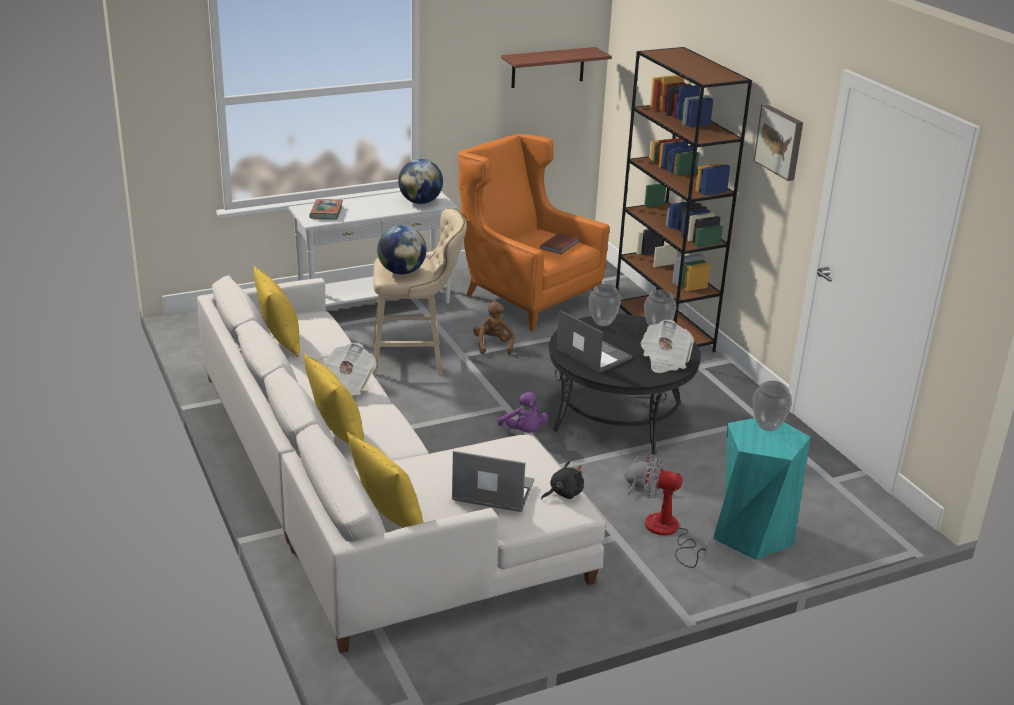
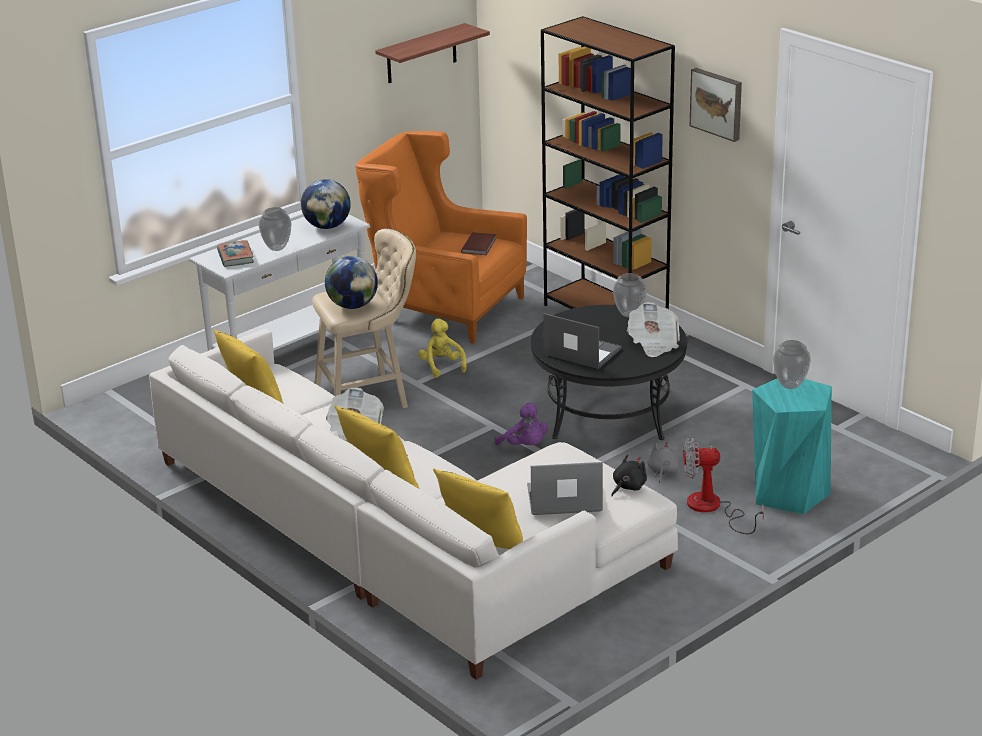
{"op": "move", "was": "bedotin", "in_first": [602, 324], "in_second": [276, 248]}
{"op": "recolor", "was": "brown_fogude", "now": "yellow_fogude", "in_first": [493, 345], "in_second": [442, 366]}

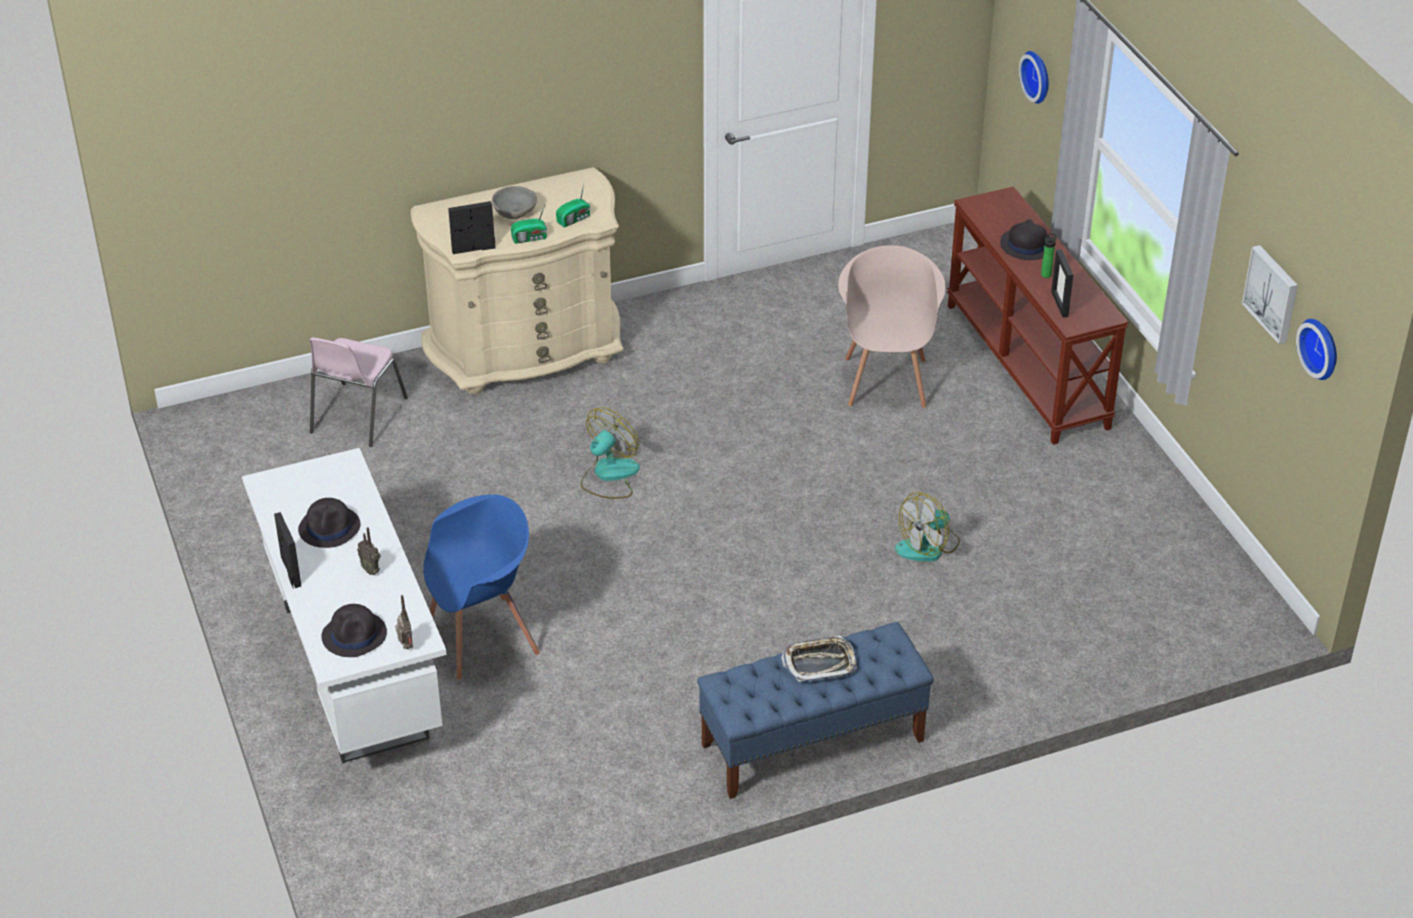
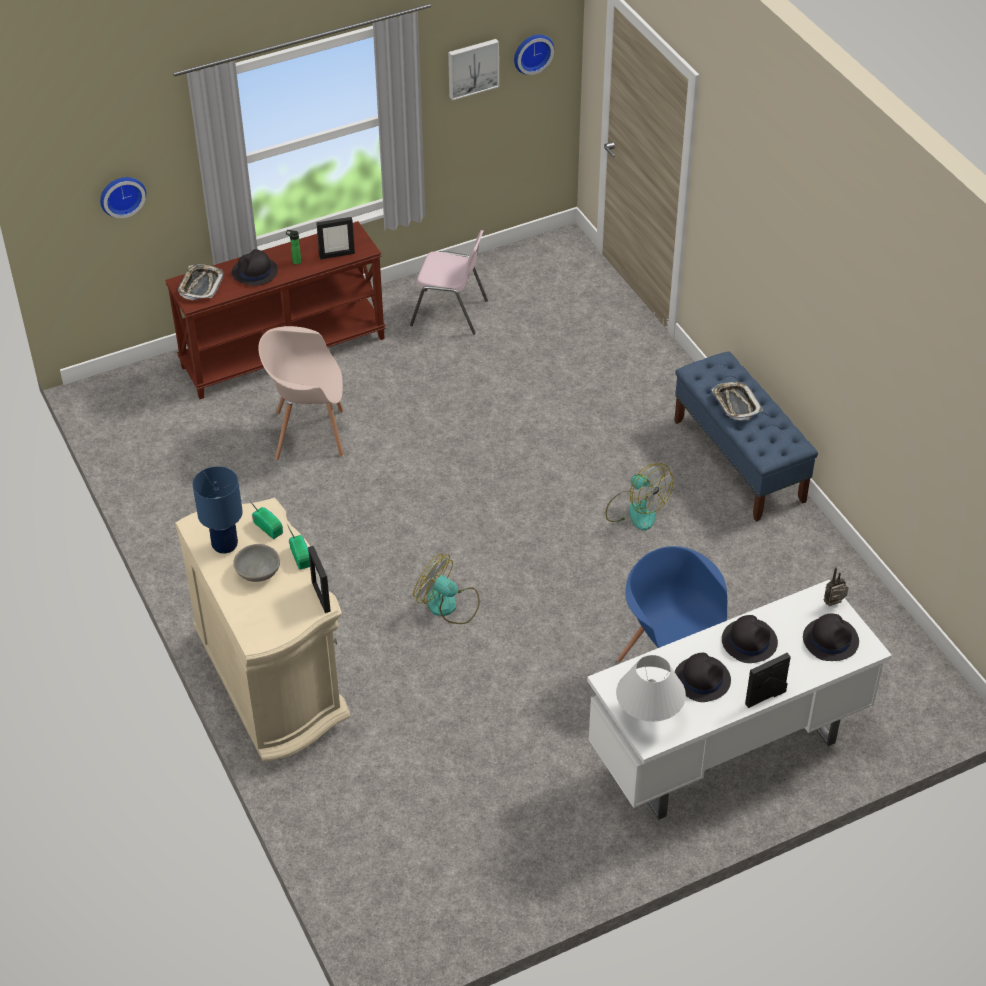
{"op": "move", "was": "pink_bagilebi", "in_first": [356, 416], "in_second": [450, 313]}
{"op": "move", "was": "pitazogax", "in_first": [928, 546], "in_second": [636, 510]}
{"op": "replace", "was": "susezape", "now": "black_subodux", "in_first": [371, 570], "in_second": [749, 641]}
{"op": "insert", "now": "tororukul", "in_second": [201, 285]}
{"op": "insert", "now": "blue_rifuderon", "in_second": [224, 546]}
{"op": "insert", "now": "white_rifuderon", "in_second": [648, 716]}

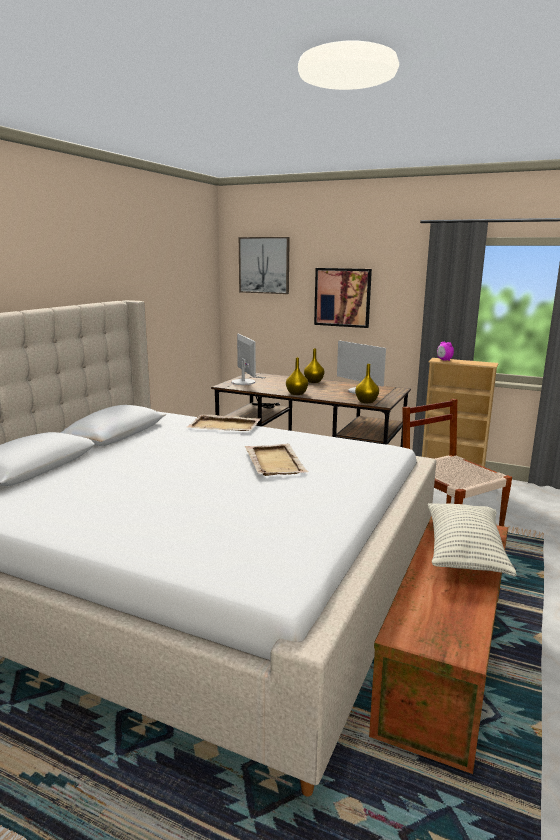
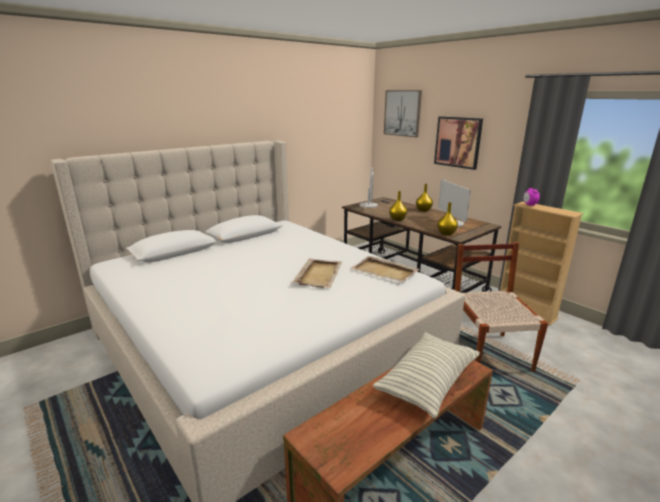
{"op": "move", "was": "beige_tororukul", "in_first": [225, 426], "in_second": [385, 271]}

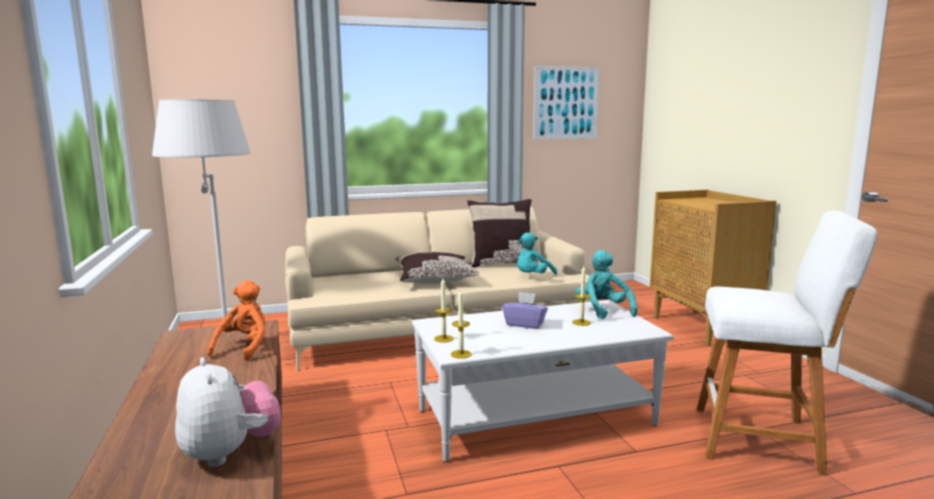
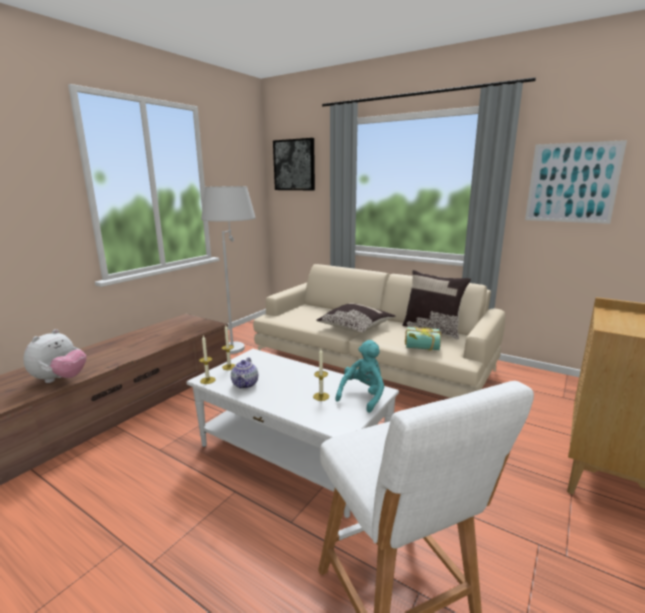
{"op": "replace", "was": "turquoise_fogude", "now": "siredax", "in_first": [532, 277], "in_second": [422, 348]}
{"op": "delete", "was": "orange_fogude", "in_first": [244, 347]}
{"op": "delete", "was": "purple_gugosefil", "in_first": [525, 324]}
{"op": "insert", "now": "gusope", "in_second": [294, 165]}
{"op": "insert", "now": "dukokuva", "in_second": [245, 384]}

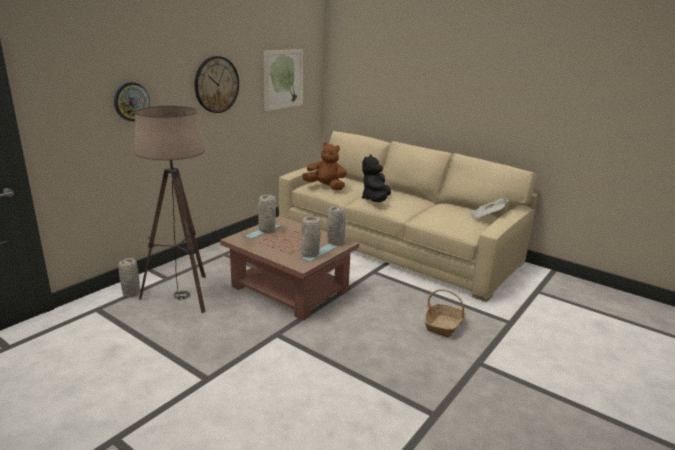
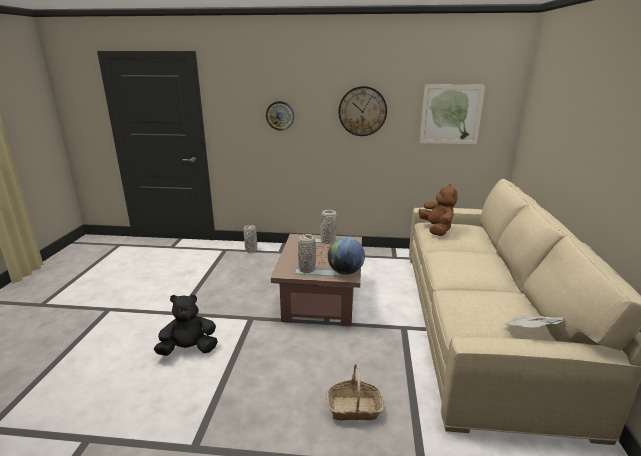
{"op": "delete", "was": "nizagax", "in_first": [183, 295]}
{"op": "move", "was": "black_fogude", "in_first": [375, 200], "in_second": [189, 349]}
{"op": "replace", "was": "grey_bedotin", "now": "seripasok", "in_first": [336, 241], "in_second": [345, 272]}

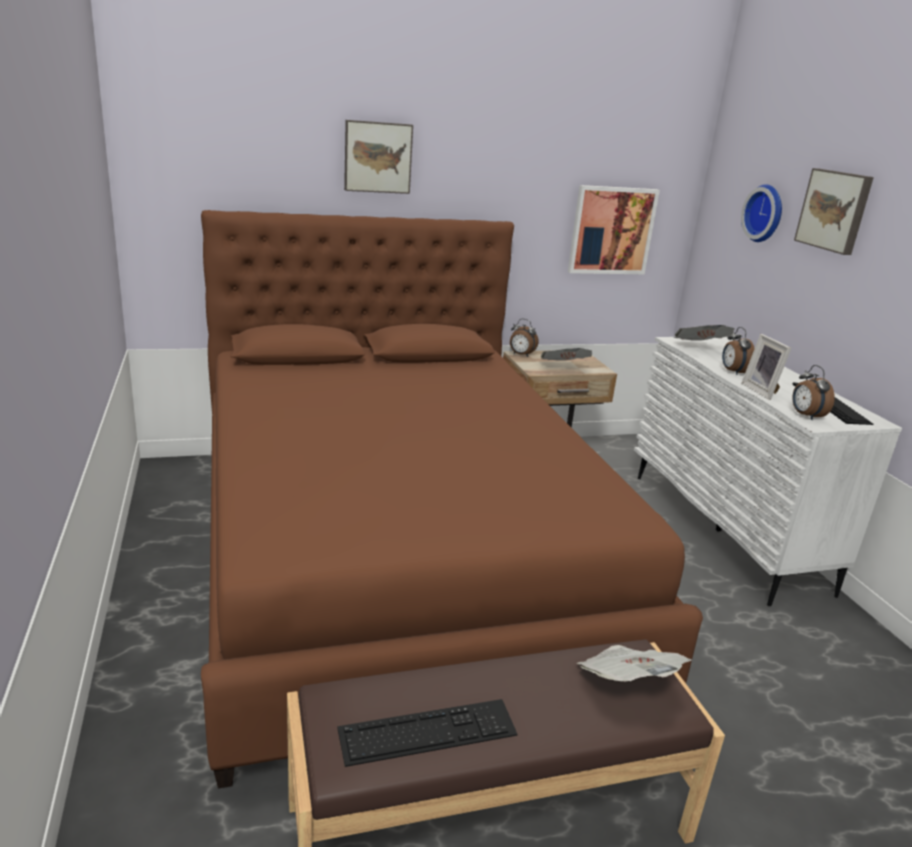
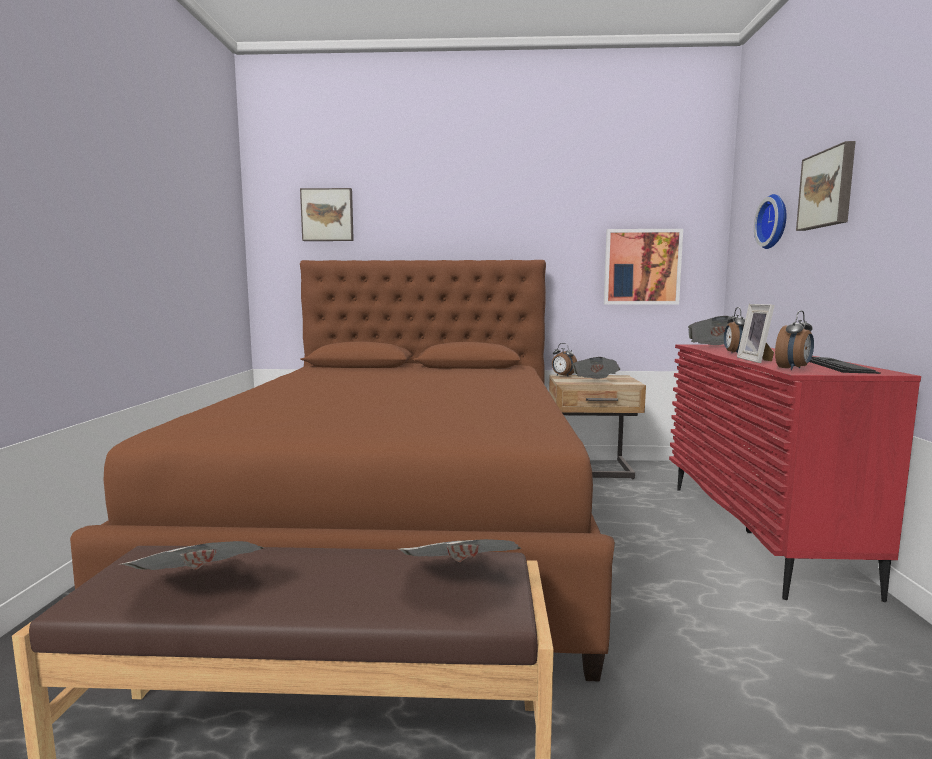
{"op": "move", "was": "gusope", "in_first": [377, 157], "in_second": [327, 215]}
{"op": "recolor", "was": "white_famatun", "now": "red_famatun", "in_first": [723, 531], "in_second": [755, 533]}
{"op": "rotate", "was": "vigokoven", "in_first": [805, 416], "in_second": [793, 369], "clockwise": -135}
{"op": "replace", "was": "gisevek", "now": "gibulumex", "in_first": [428, 732], "in_second": [199, 589]}

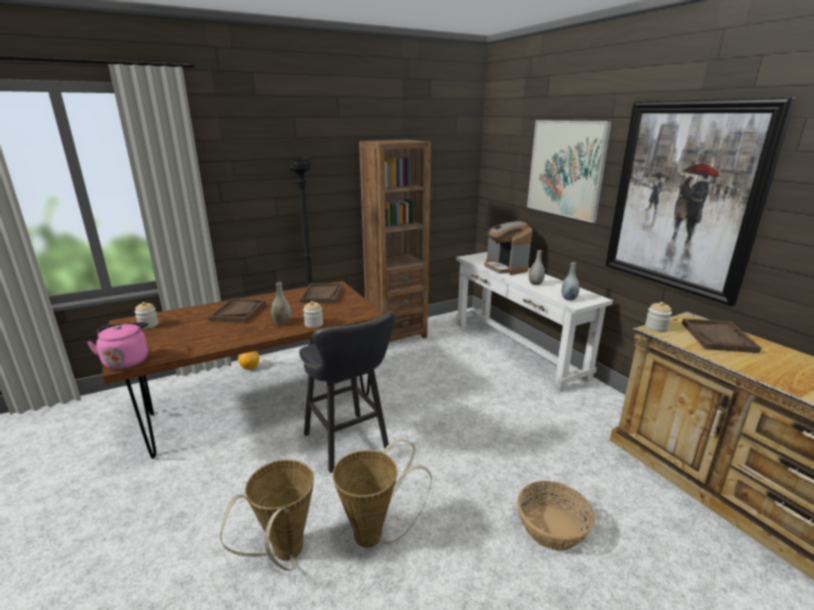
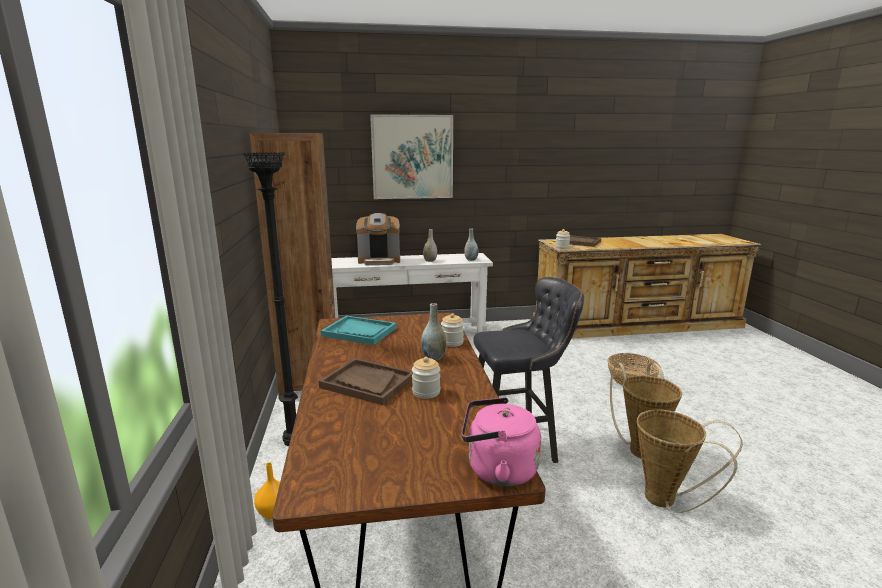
{"op": "delete", "was": "gusope", "in_first": [684, 198]}
{"op": "recolor", "was": "brown_tororukul", "now": "turquoise_tororukul", "in_first": [322, 295], "in_second": [359, 332]}
{"op": "move", "was": "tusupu", "in_first": [148, 325], "in_second": [426, 392]}

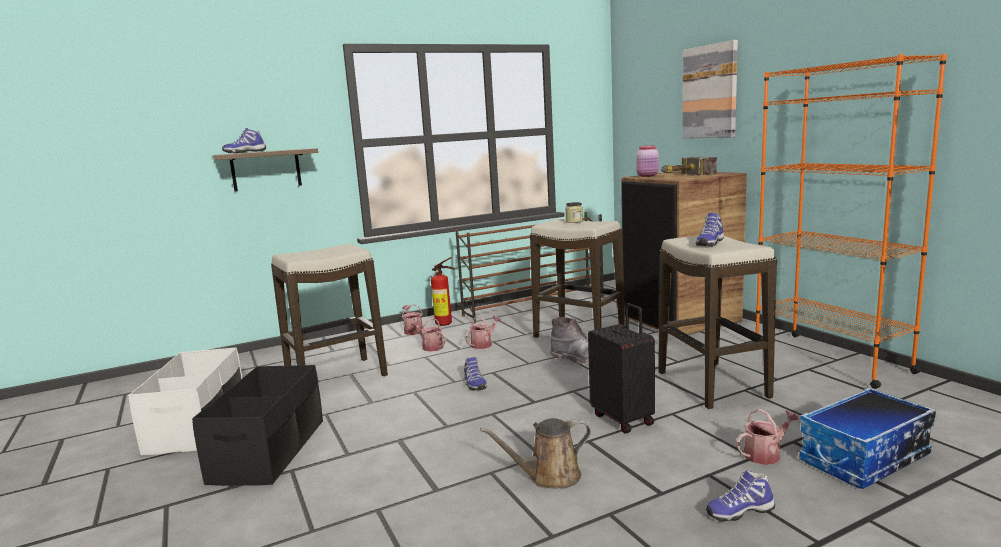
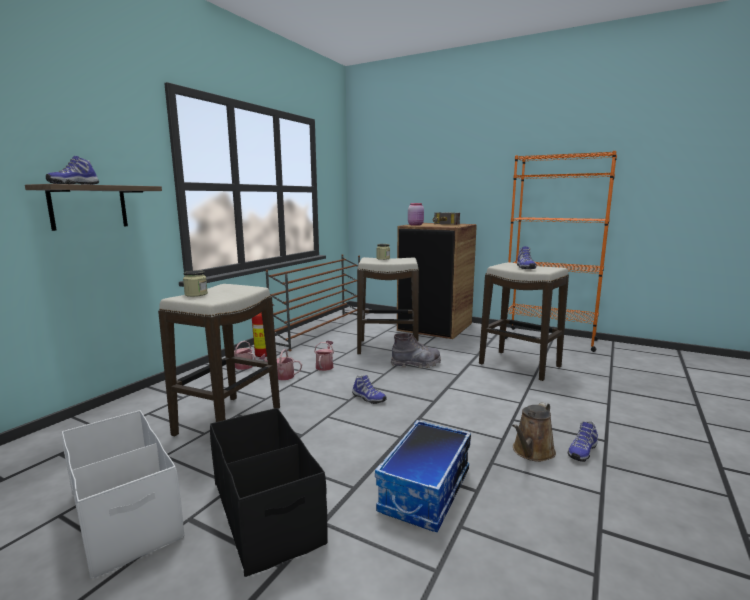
{"op": "delete", "was": "gusope", "in_first": [710, 92]}
{"op": "delete", "was": "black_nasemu", "in_first": [623, 419]}
{"op": "move", "was": "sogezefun", "in_first": [865, 459], "in_second": [426, 491]}
{"op": "delete", "was": "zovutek", "in_first": [765, 454]}
{"op": "move", "was": "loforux", "in_first": [739, 511], "in_second": [581, 451]}
{"op": "insert", "now": "tusupu", "in_second": [196, 294]}

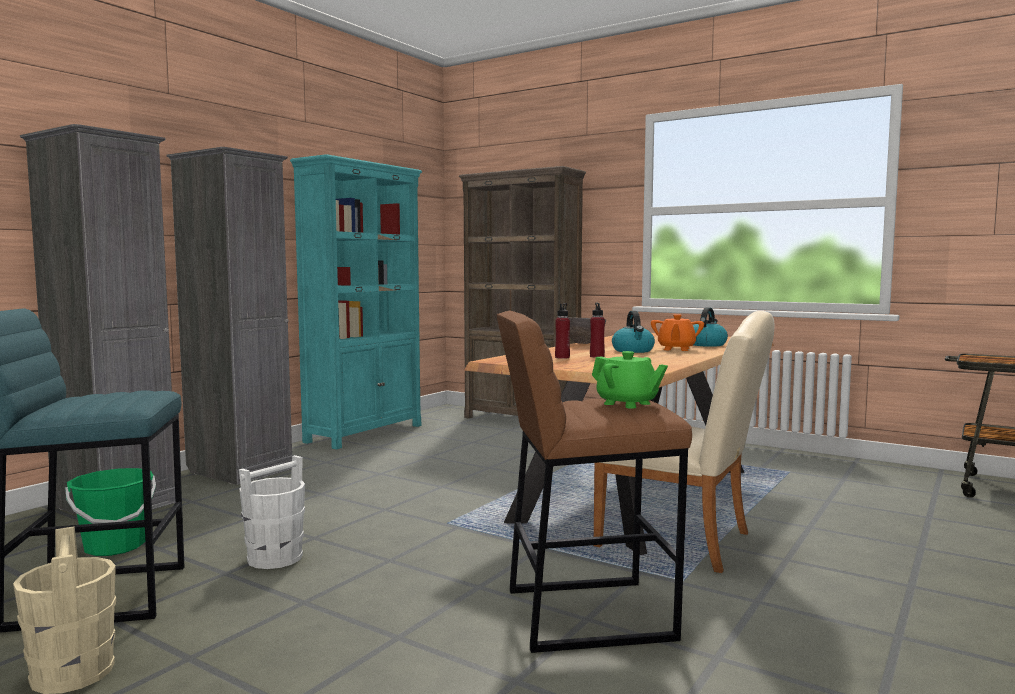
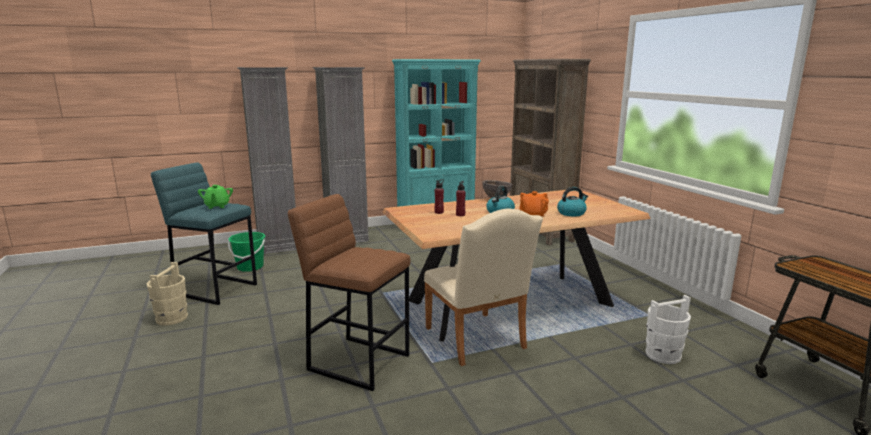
{"op": "move", "was": "green_dukokuva", "in_first": [627, 404], "in_second": [217, 206]}
{"op": "move", "was": "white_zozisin", "in_first": [275, 558], "in_second": [663, 355]}

